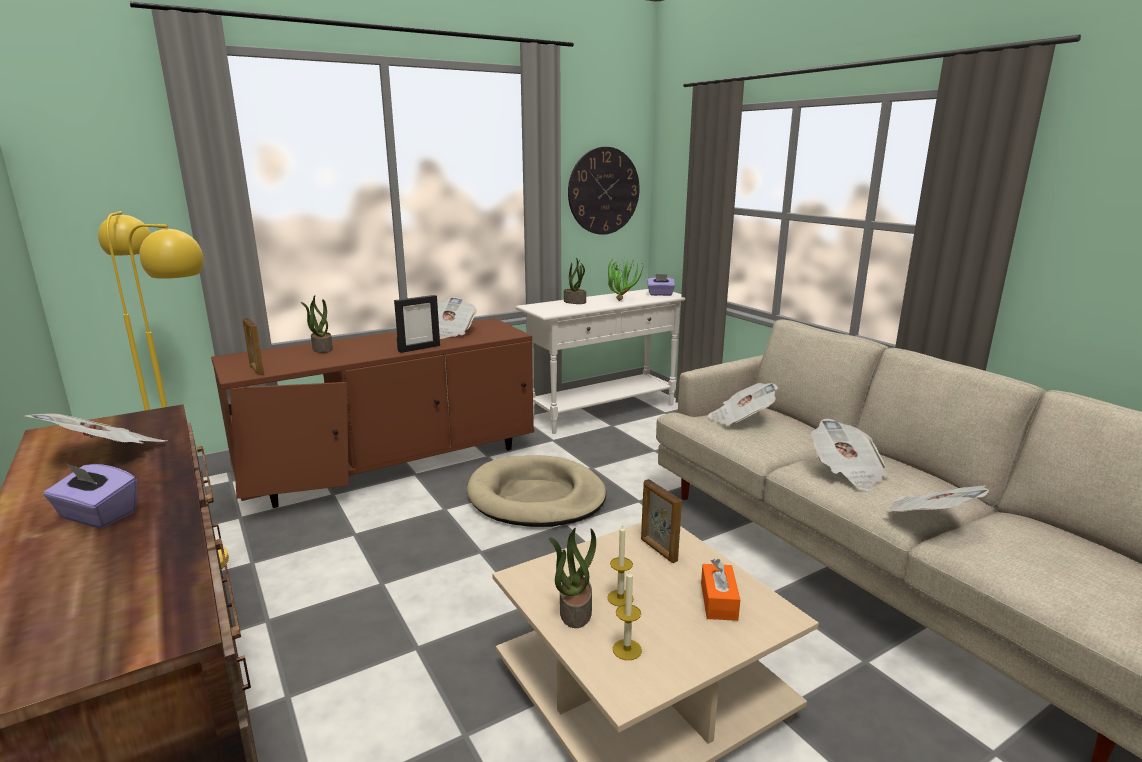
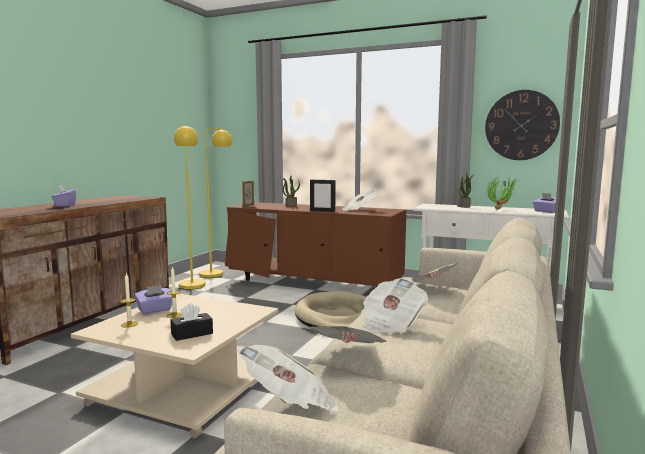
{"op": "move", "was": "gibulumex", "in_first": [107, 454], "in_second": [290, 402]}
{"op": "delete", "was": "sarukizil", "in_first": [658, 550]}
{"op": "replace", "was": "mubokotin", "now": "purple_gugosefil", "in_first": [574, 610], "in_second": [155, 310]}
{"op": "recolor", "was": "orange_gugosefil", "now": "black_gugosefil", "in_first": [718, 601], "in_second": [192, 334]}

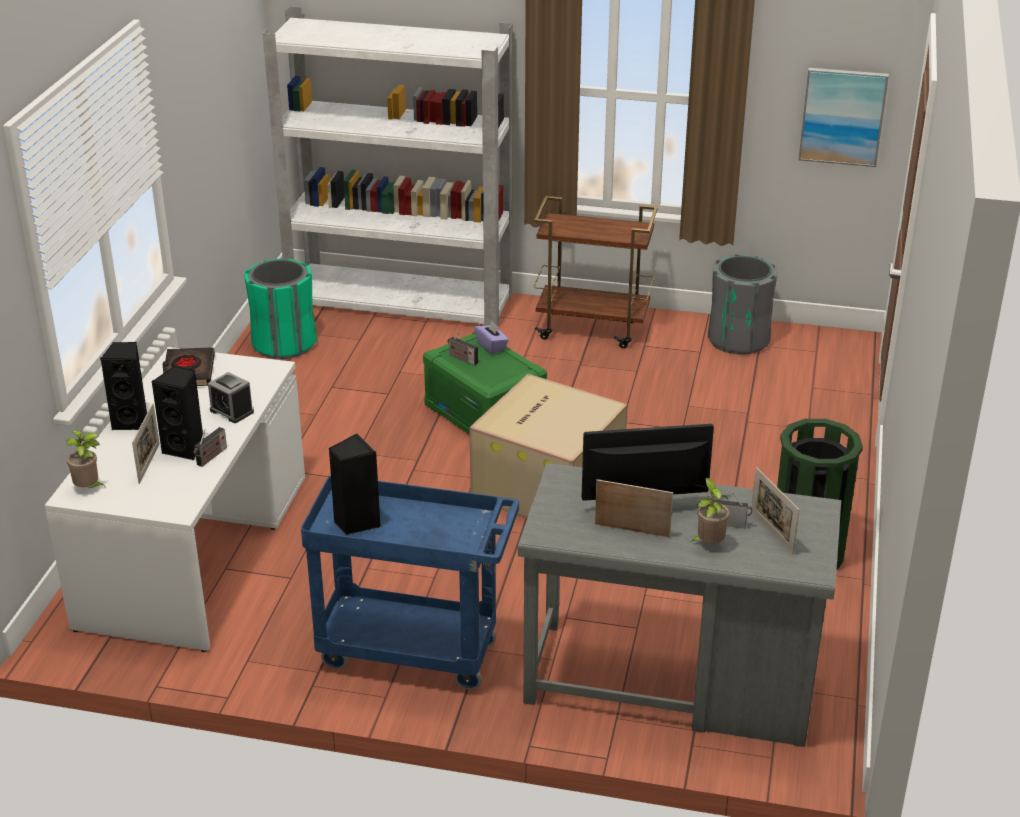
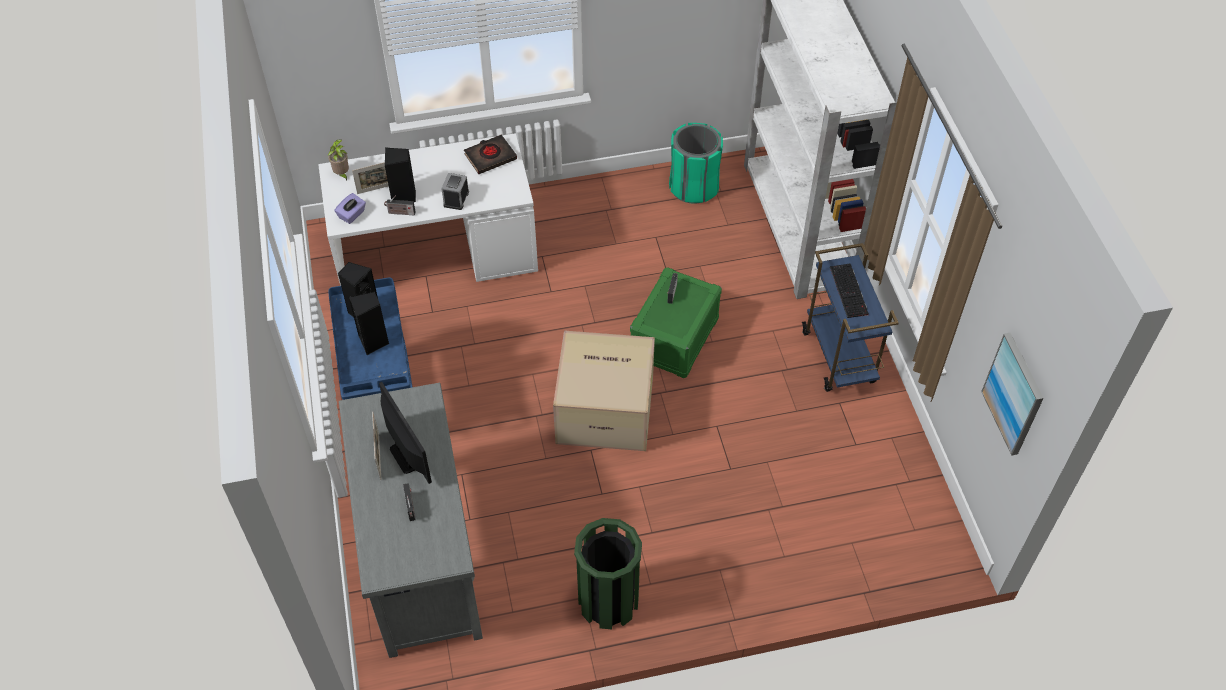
{"op": "recolor", "was": "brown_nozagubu", "now": "blue_nozagubu", "in_first": [593, 331], "in_second": [838, 360]}
{"op": "delete", "was": "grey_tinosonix", "in_first": [738, 339]}
{"op": "move", "was": "purple_gugosefil", "in_first": [491, 346], "in_second": [352, 215]}
{"op": "move", "was": "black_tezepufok", "in_first": [132, 421], "in_second": [374, 342]}
{"op": "delete", "was": "sarukizil", "in_first": [772, 532]}
{"op": "delete", "was": "mubokotin", "in_first": [708, 544]}
{"op": "insert", "now": "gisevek", "in_second": [850, 291]}

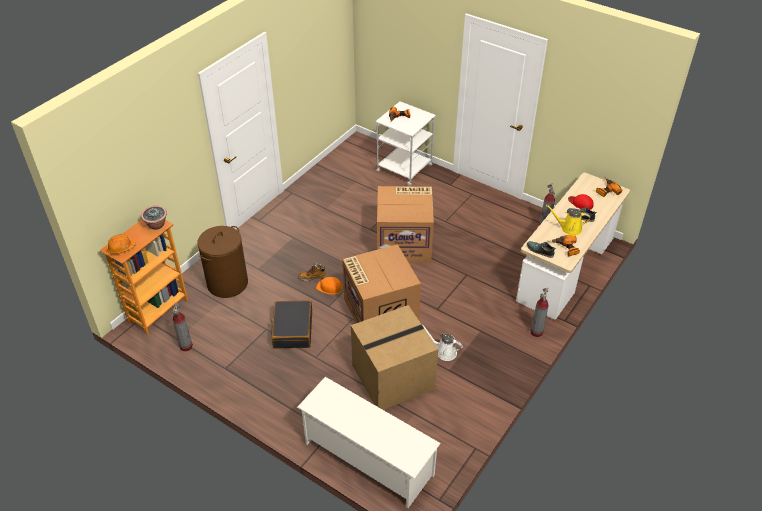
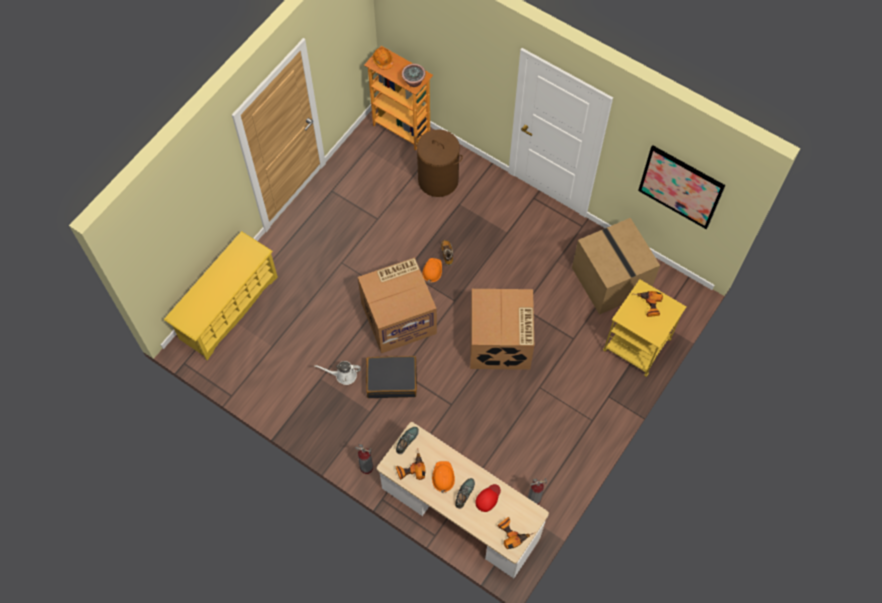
{"op": "recolor", "was": "white_nozagubu", "now": "yellow_nozagubu", "in_first": [405, 168], "in_second": [636, 345]}
{"op": "replace", "was": "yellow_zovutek", "now": "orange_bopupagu", "in_first": [569, 228], "in_second": [443, 477]}
{"op": "move", "was": "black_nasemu", "in_first": [292, 330], "in_second": [391, 380]}
{"op": "delete", "was": "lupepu", "in_first": [186, 346]}
{"op": "move", "was": "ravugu", "in_first": [393, 376], "in_second": [612, 280]}
{"op": "rotate", "was": "white_zovutek", "in_first": [444, 352], "in_second": [343, 375], "clockwise": -120}
{"op": "recolor", "was": "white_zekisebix", "now": "yellow_zekisebix", "in_first": [367, 459], "in_second": [228, 308]}
{"op": "insert", "now": "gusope", "in_second": [681, 186]}

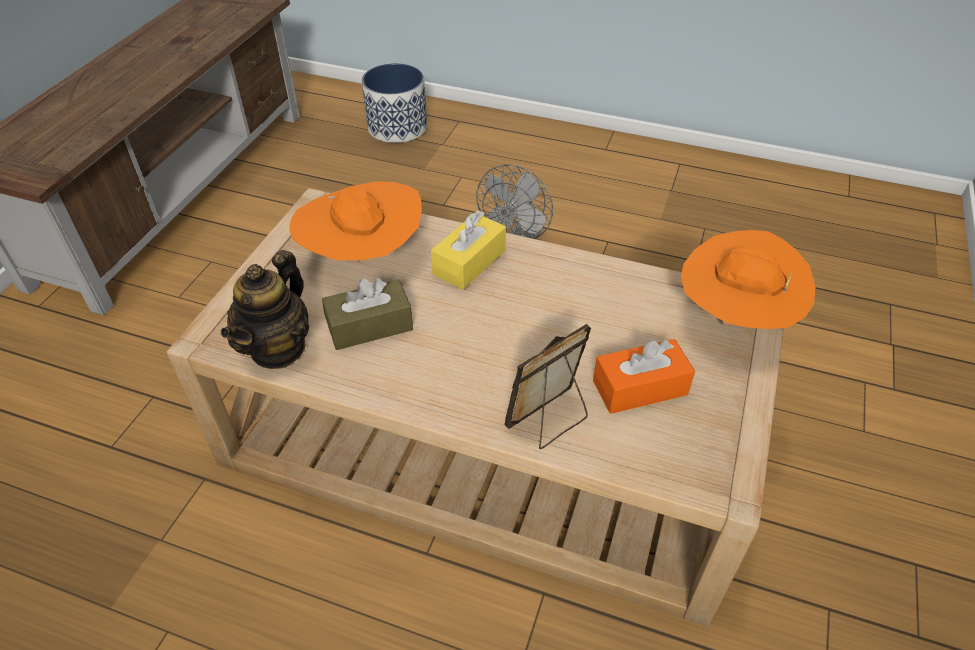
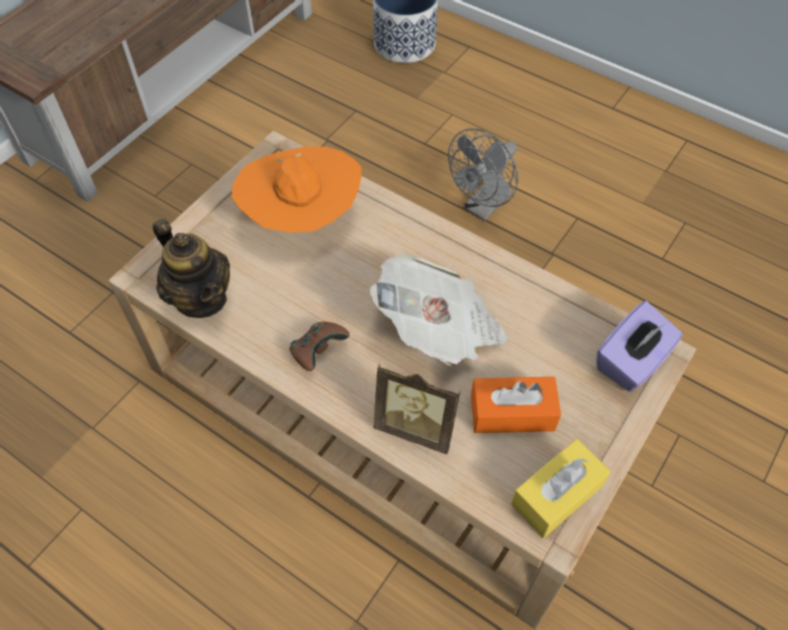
{"op": "move", "was": "yellow_gugosefil", "in_first": [469, 262], "in_second": [557, 495]}
{"op": "replace", "was": "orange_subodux", "now": "purple_gugosefil", "in_first": [734, 319], "in_second": [632, 362]}
{"op": "rotate", "was": "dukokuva", "in_first": [278, 348], "in_second": [201, 298], "clockwise": -75}
{"op": "delete", "was": "brown_gugosefil", "in_first": [369, 326]}
{"op": "rotate", "was": "sarukizil", "in_first": [549, 420], "in_second": [416, 427], "clockwise": -135}
{"op": "insert", "now": "gibulumex", "in_second": [440, 329]}
{"op": "insert", "now": "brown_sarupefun", "in_second": [318, 351]}

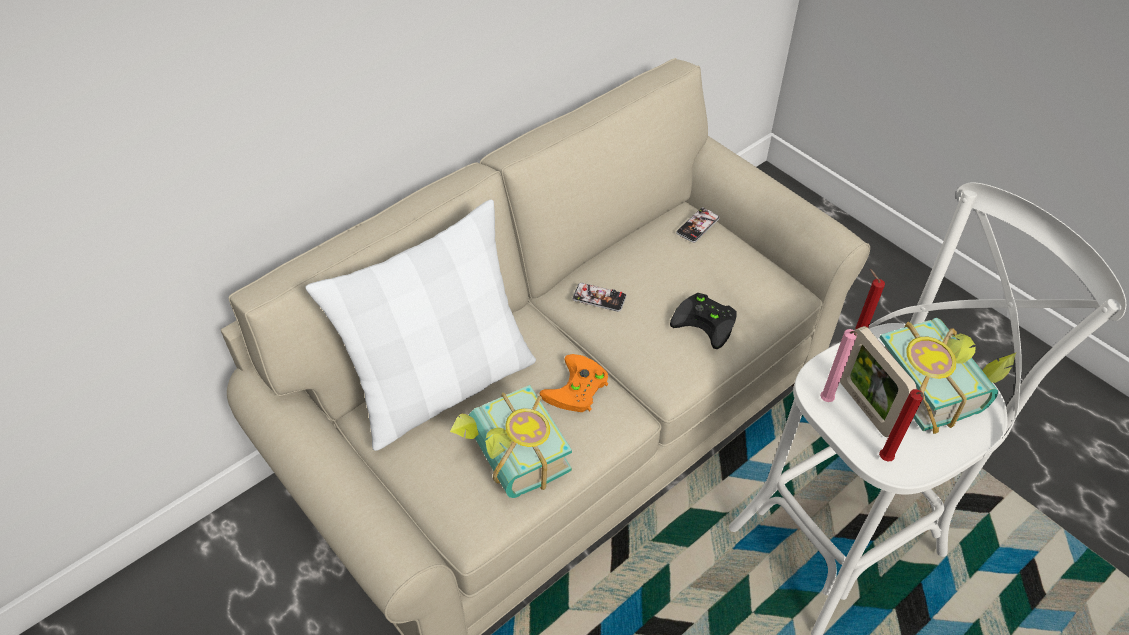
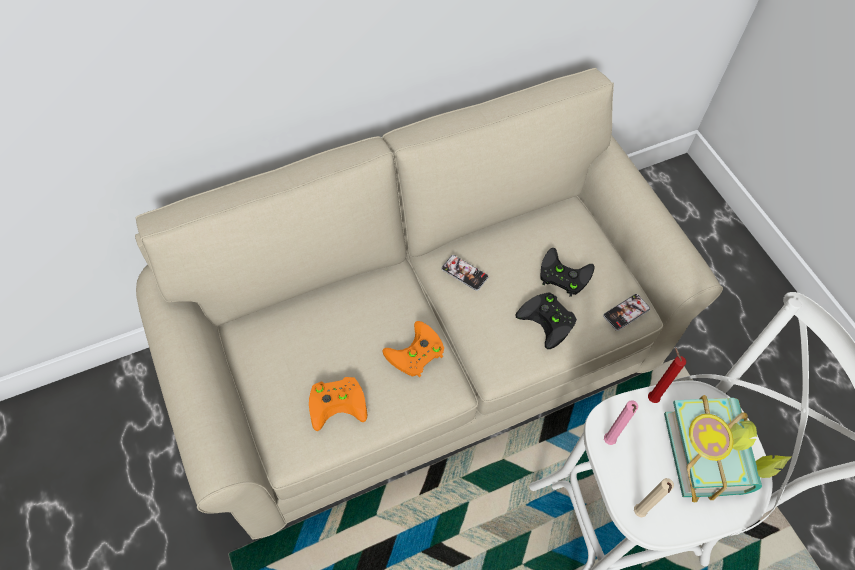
{"op": "delete", "was": "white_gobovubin", "in_first": [443, 385]}
{"op": "move", "was": "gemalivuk", "in_first": [697, 226], "in_second": [626, 312]}
{"op": "delete", "was": "sarukizil", "in_first": [864, 406]}
{"op": "replace", "was": "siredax", "now": "orange_sarupefun", "in_first": [509, 459], "in_second": [339, 402]}
{"op": "recolor", "was": "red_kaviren", "now": "beige_kaviren", "in_first": [885, 460], "in_second": [638, 514]}
{"op": "insert", "now": "black_sarupefun", "in_second": [562, 275]}

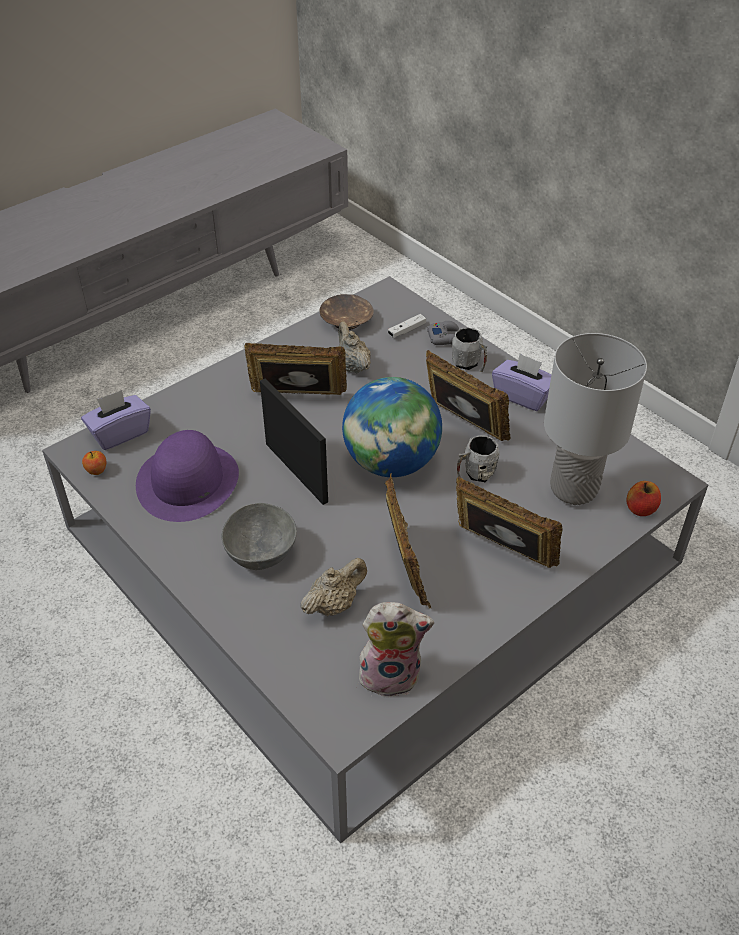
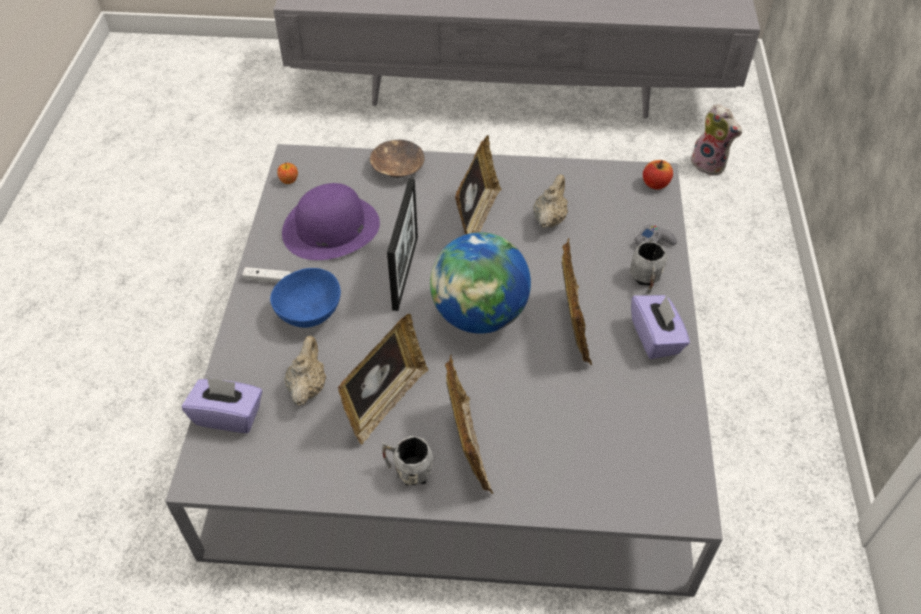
{"op": "move", "was": "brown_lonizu", "in_first": [346, 321], "in_second": [397, 167]}
{"op": "move", "was": "white_sarupefun", "in_first": [407, 330], "in_second": [268, 279]}
{"op": "delete", "was": "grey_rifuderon", "in_first": [573, 491]}
{"op": "rotate", "was": "sarukizil", "in_first": [298, 399], "in_second": [477, 218], "clockwise": 60}
{"op": "move", "was": "purple_gugosefil", "in_first": [120, 433], "in_second": [229, 415]}
{"op": "move", "was": "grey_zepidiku", "in_first": [475, 474], "in_second": [408, 471]}
{"op": "move", "was": "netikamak", "in_first": [641, 509], "in_second": [655, 184]}
{"op": "recolor", "was": "grey_lonizu", "now": "blue_lonizu", "in_first": [262, 553], "in_second": [311, 313]}
{"op": "rotate", "was": "beige_dukokuva", "in_first": [334, 604], "in_second": [307, 387], "clockwise": -90}
{"op": "move", "was": "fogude", "in_first": [391, 674], "in_second": [710, 164]}

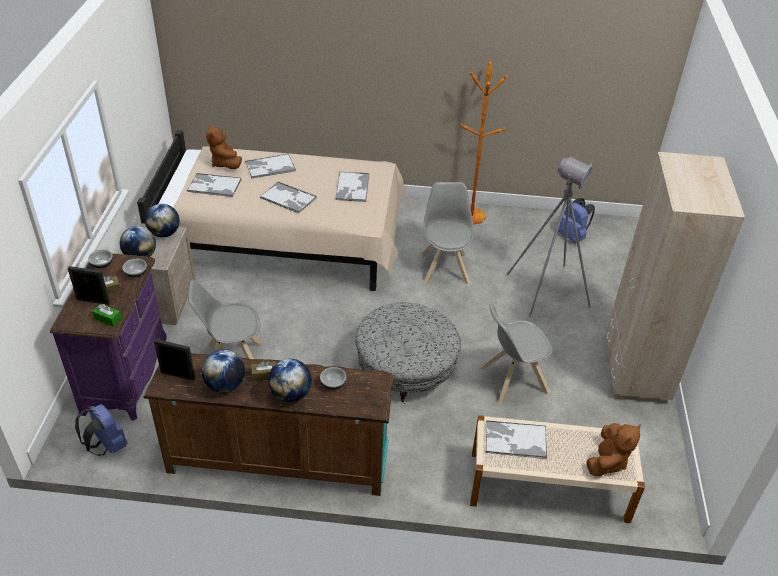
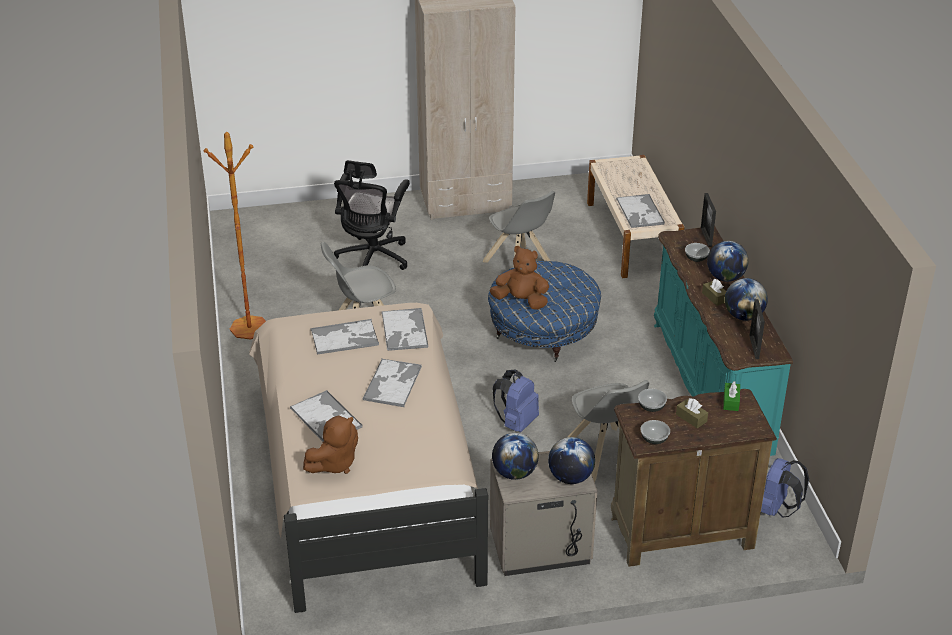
{"op": "replace", "was": "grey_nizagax", "now": "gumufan", "in_first": [548, 291], "in_second": [373, 259]}
{"op": "move", "was": "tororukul", "in_first": [214, 185], "in_second": [404, 330]}
{"op": "move", "was": "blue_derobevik", "in_first": [572, 236], "in_second": [516, 422]}
{"op": "recolor", "was": "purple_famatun", "now": "beige_famatun", "in_first": [128, 378], "in_second": [680, 531]}
{"op": "move", "was": "sarukizil", "in_first": [93, 301], "in_second": [706, 237]}
{"op": "recolor", "was": "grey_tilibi", "now": "blue_tilibi", "in_first": [406, 369], "in_second": [543, 332]}
{"op": "move", "was": "brown_fogude", "in_first": [607, 461], "in_second": [521, 301]}

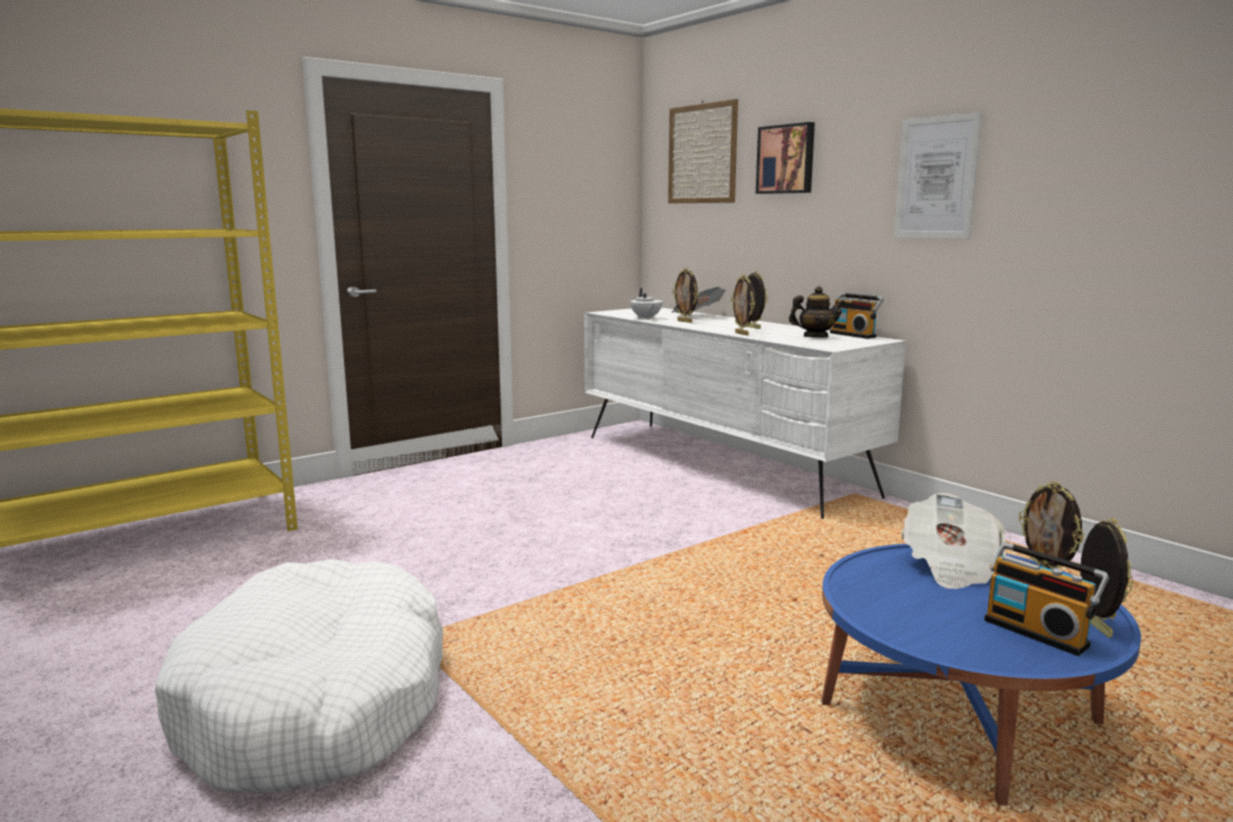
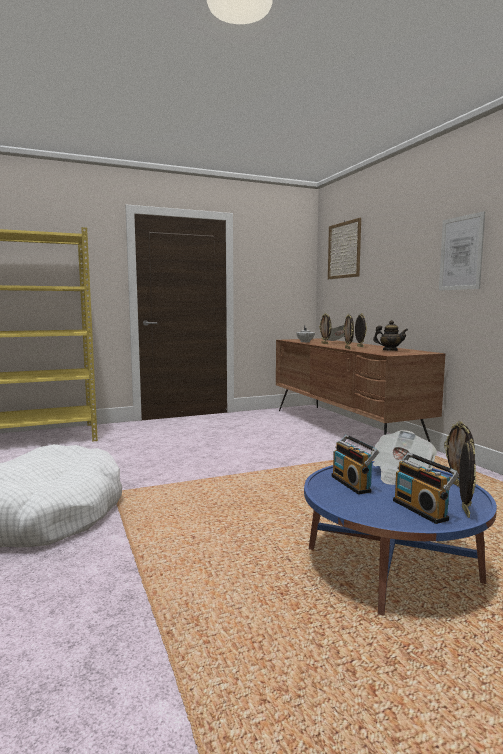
{"op": "delete", "was": "gusope", "in_first": [786, 159]}
{"op": "move", "was": "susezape", "in_first": [854, 335], "in_second": [353, 484]}
{"op": "recolor", "was": "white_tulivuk", "now": "brown_tulivuk", "in_first": [722, 464], "in_second": [344, 428]}

